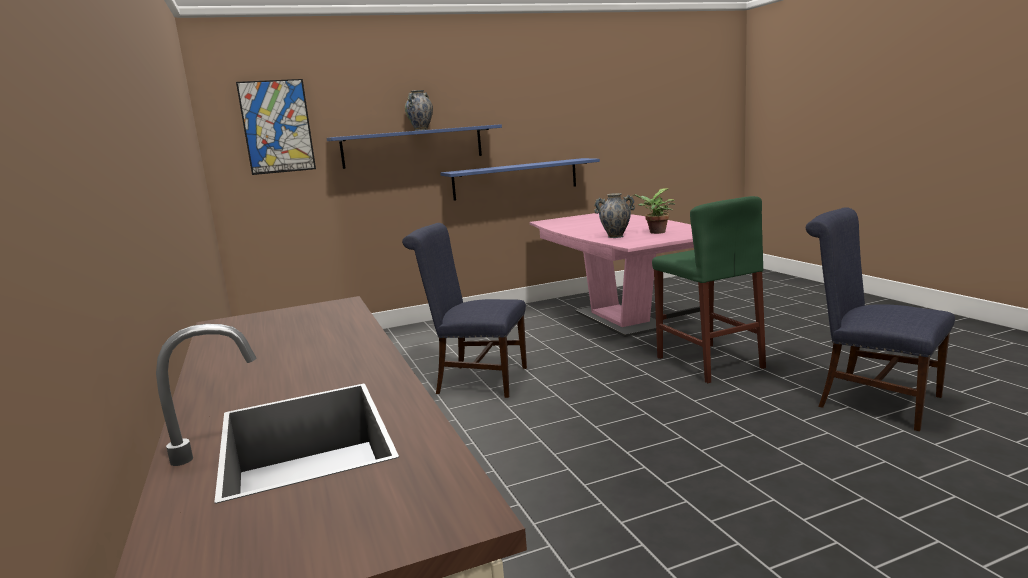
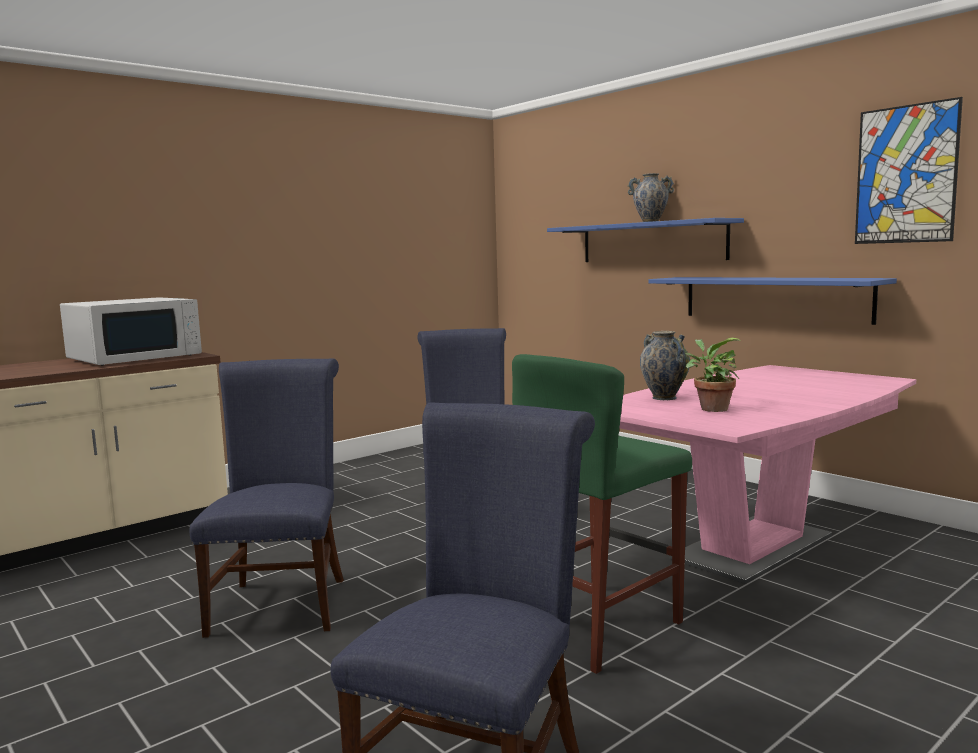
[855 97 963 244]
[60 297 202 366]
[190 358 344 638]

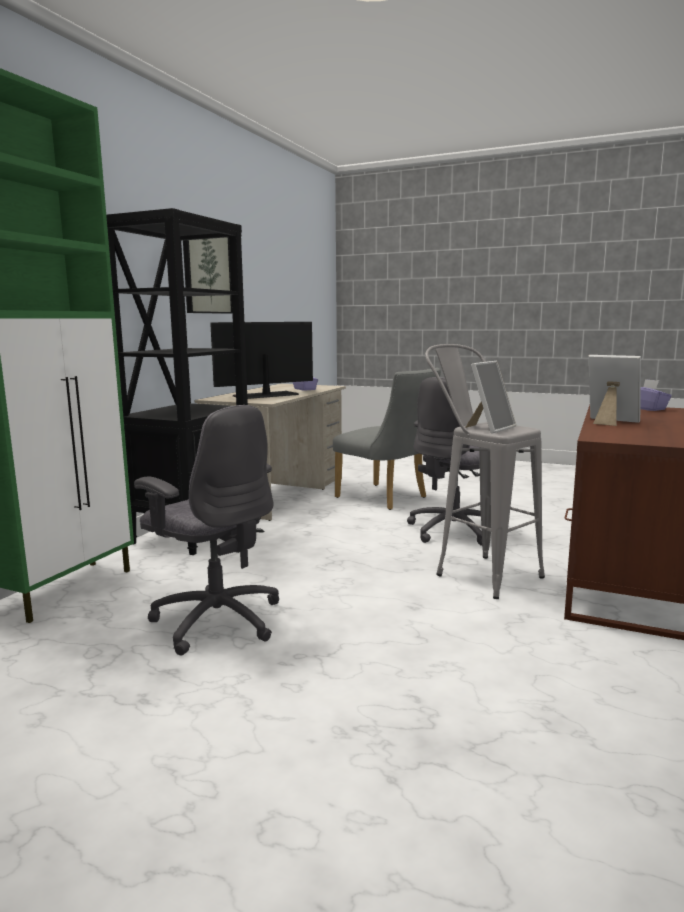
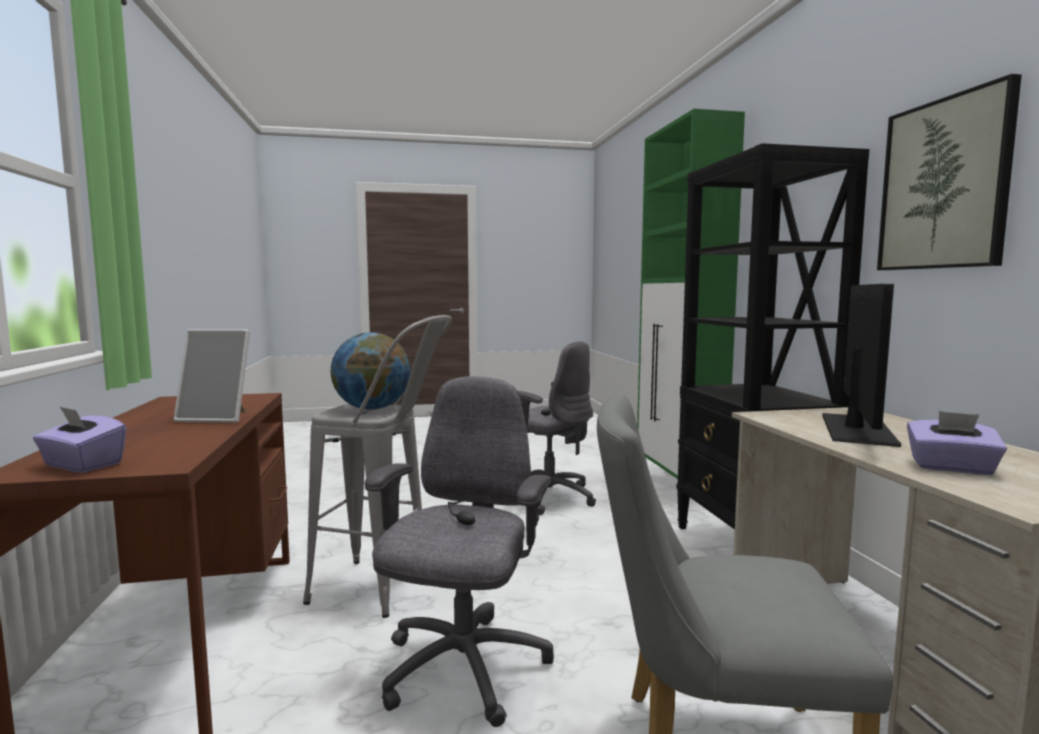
[518 341 596 515]
[330 332 410 410]

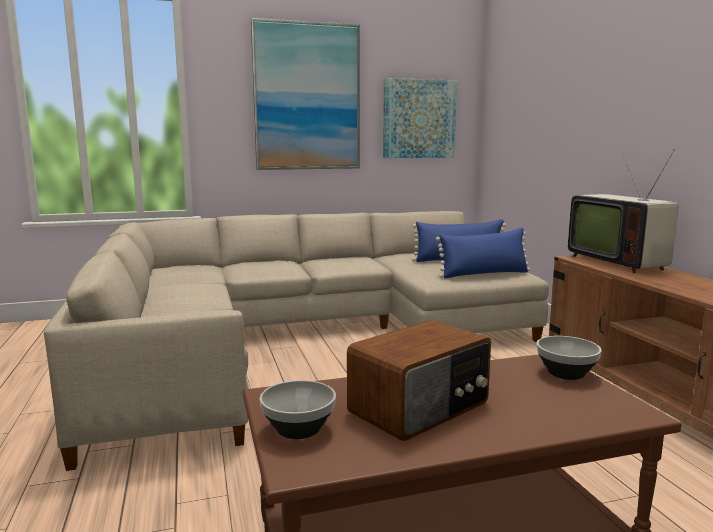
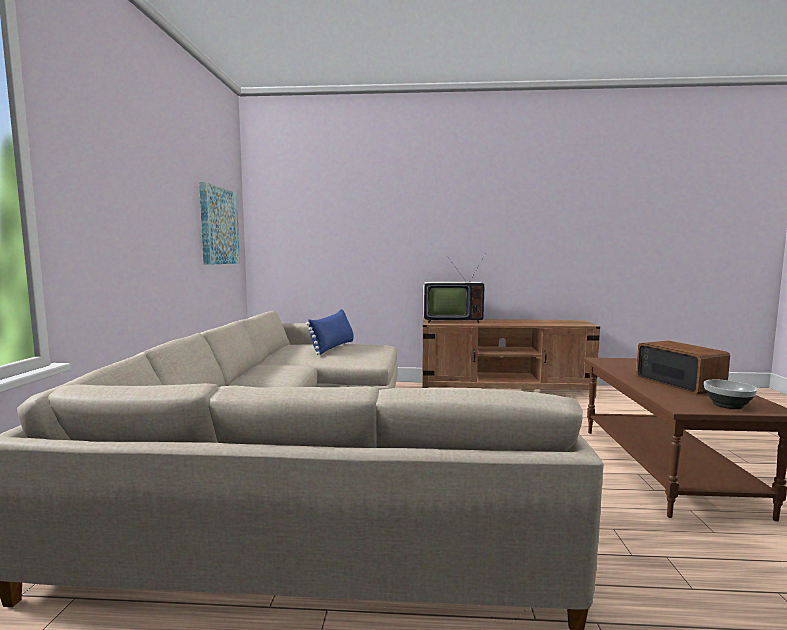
[251 18 360 170] (first image)
[436 228 530 278] (first image)
[537 336 602 380] (first image)

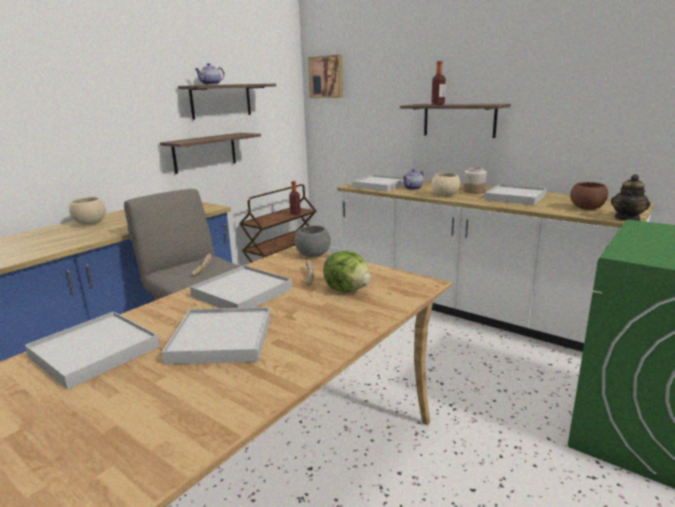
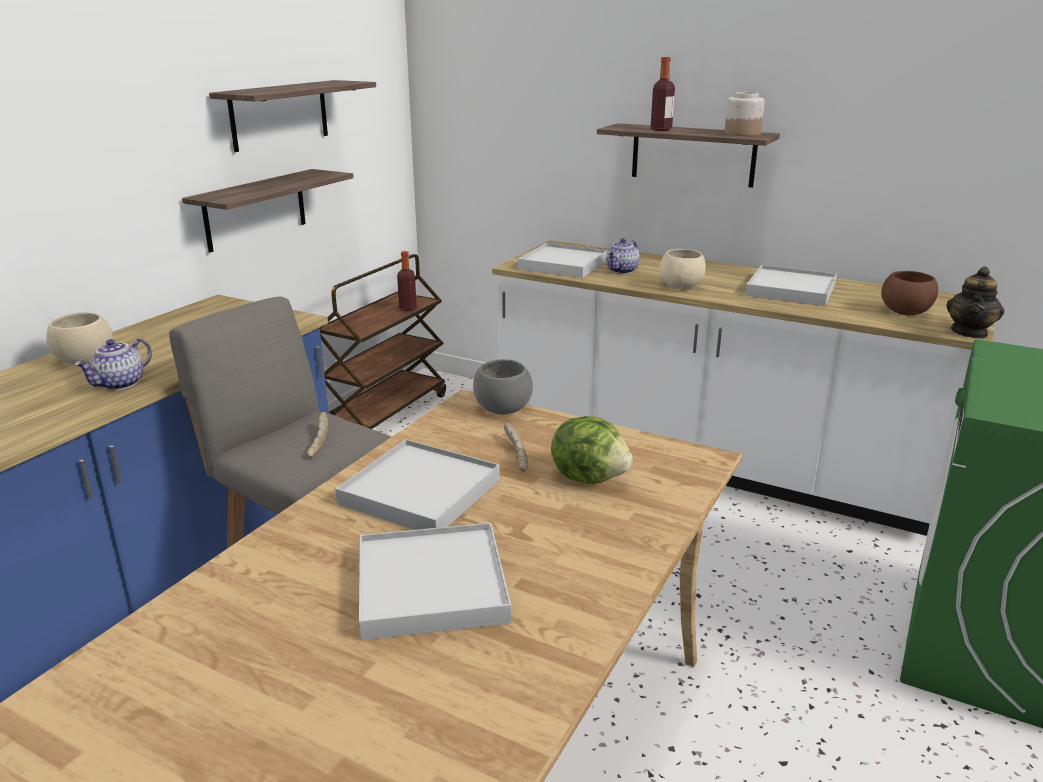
[25 311 160 389] (first image)
[74 338 152 390]
[308 55 343 98] (first image)
[725 92 765 136]

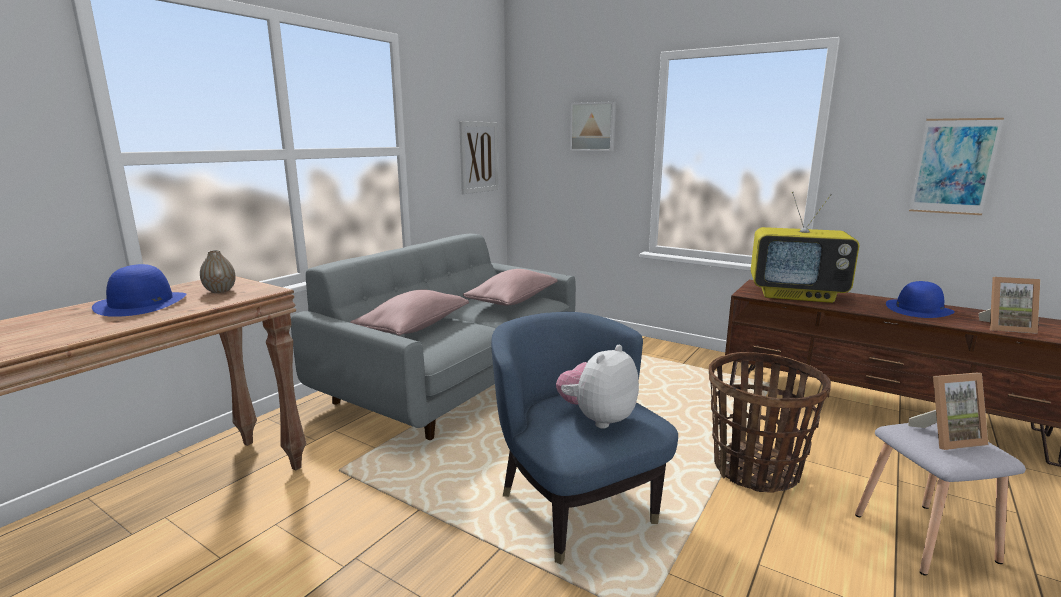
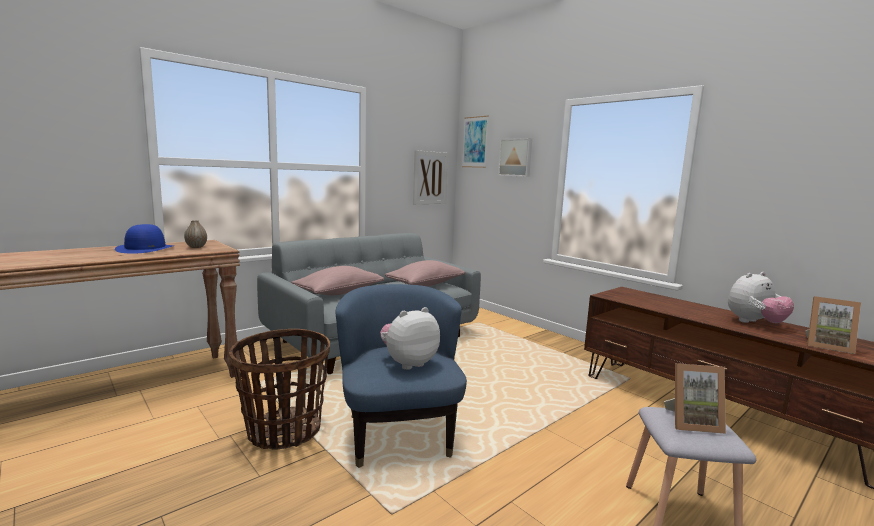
[229 329 330 450]
[751 192 859 303] (first image)
[728 272 794 324]
[462 116 489 168]

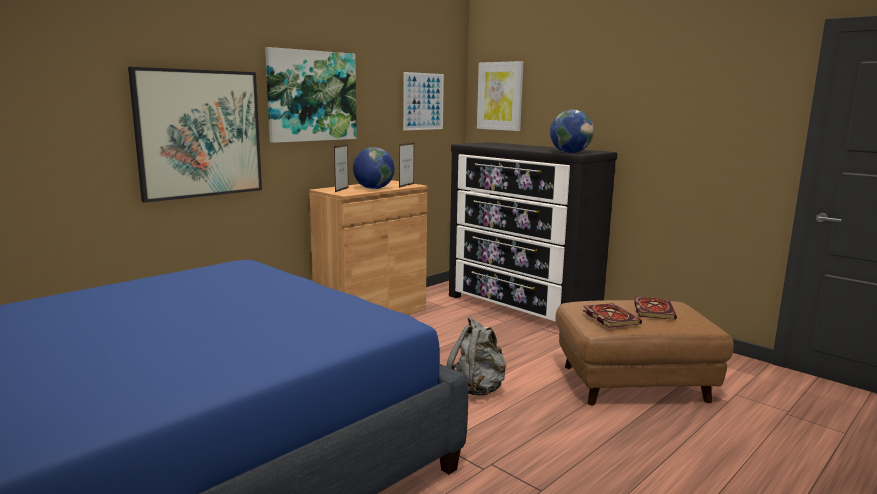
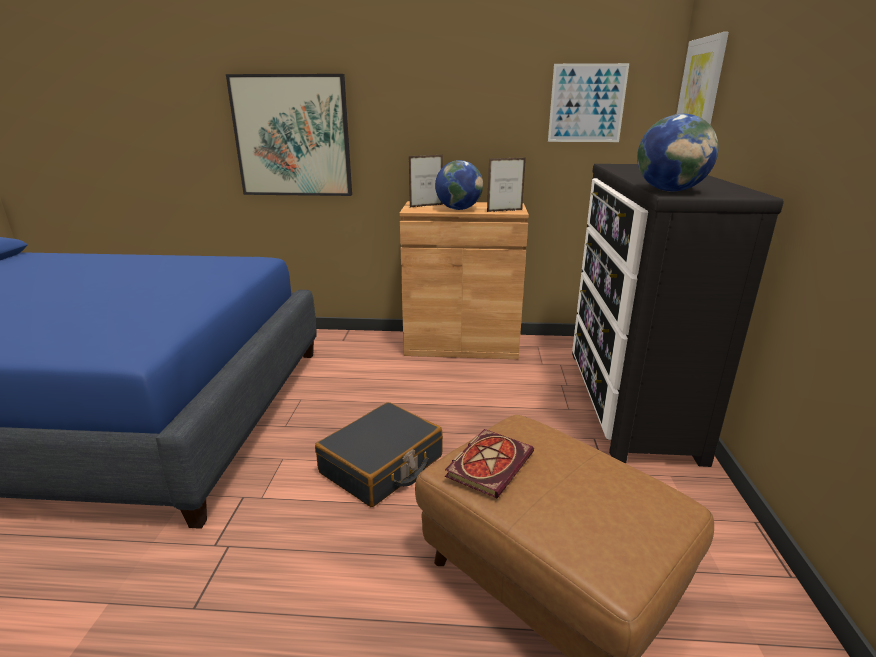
[265 47 357 143] (first image)
[315 402 443 507]
[634 297 677 320] (first image)

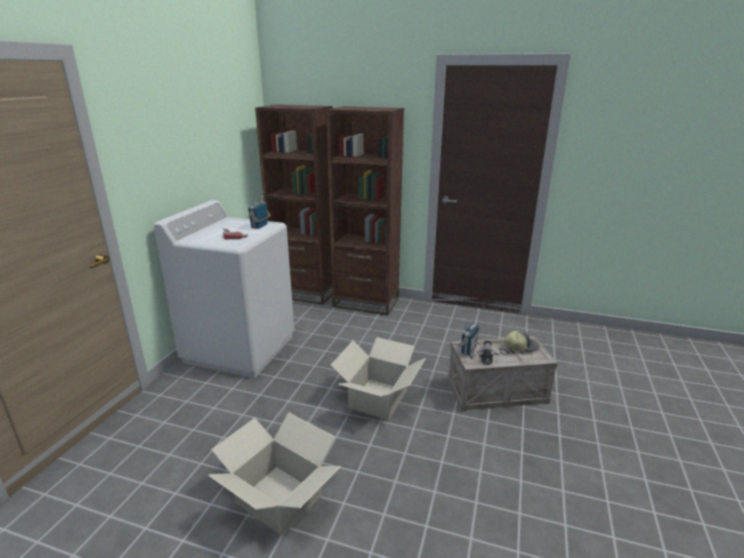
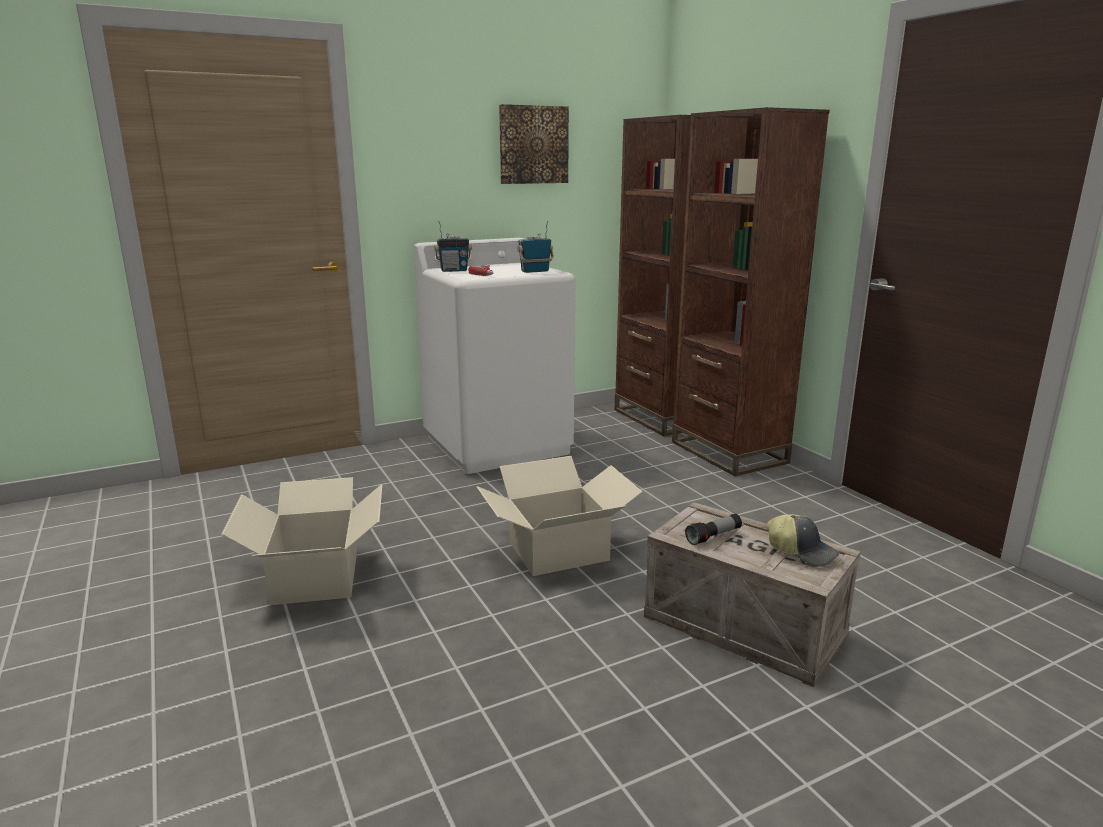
[435 221 472 272]
[499 104 569 184]

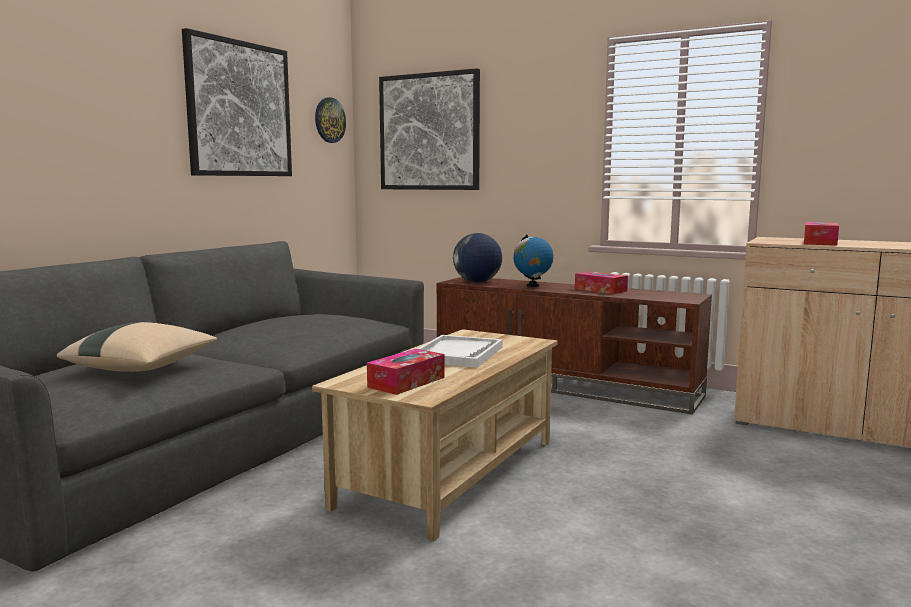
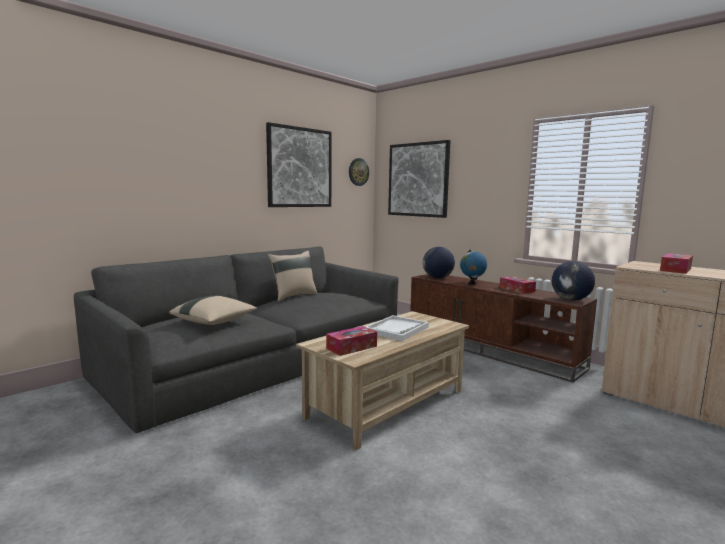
[268 251 317 301]
[551 261 595 301]

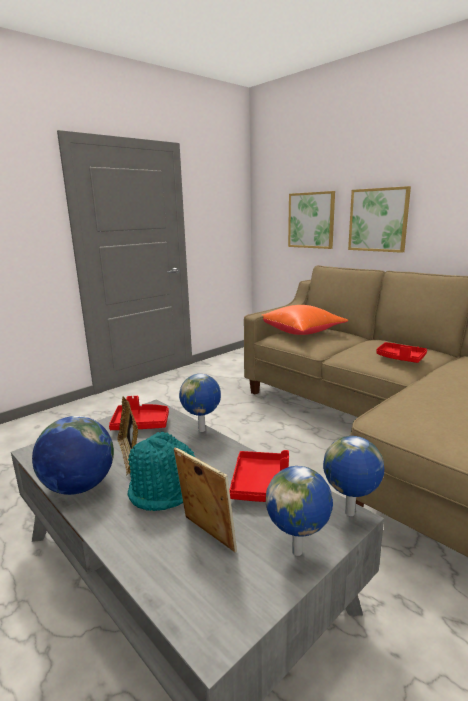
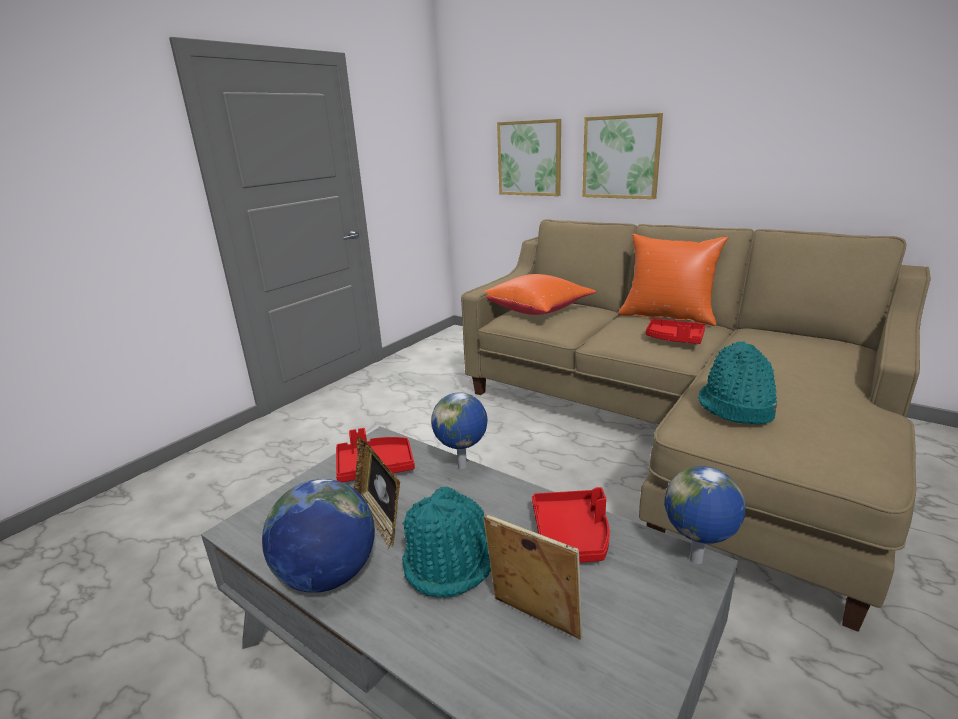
[266 466 333 556] (first image)
[618 234 728 326]
[698 341 777 424]

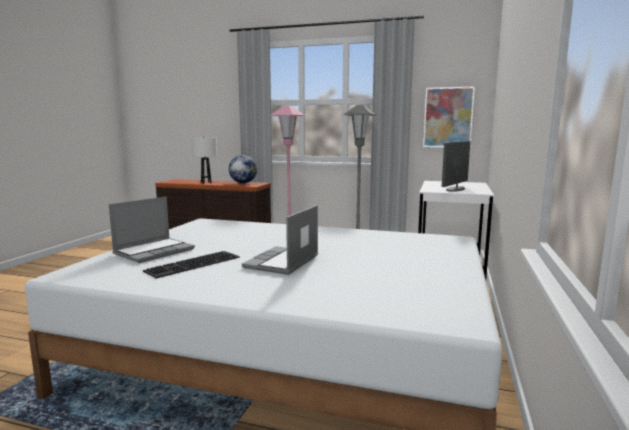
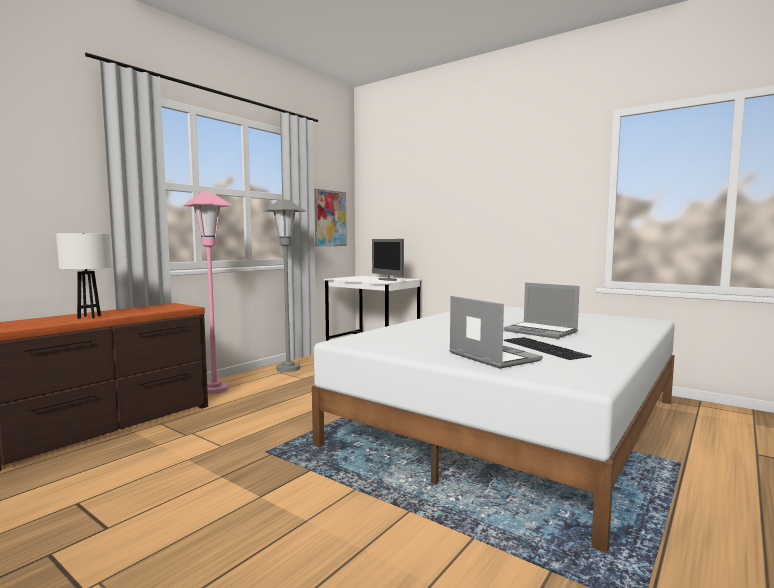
[229 155 257 183] (first image)

